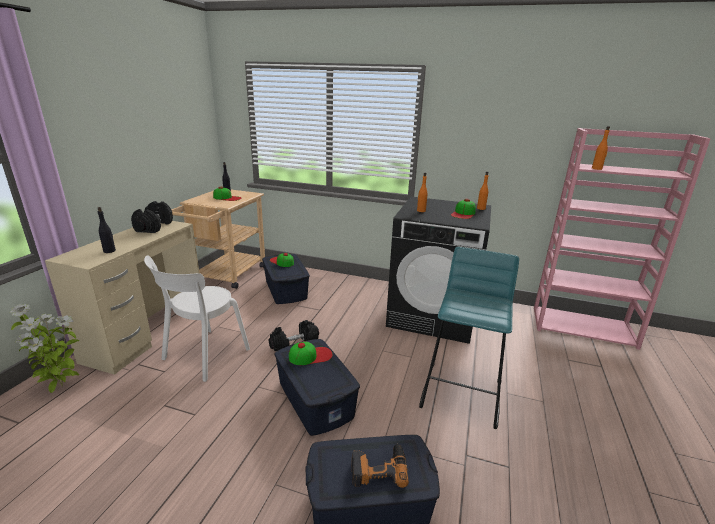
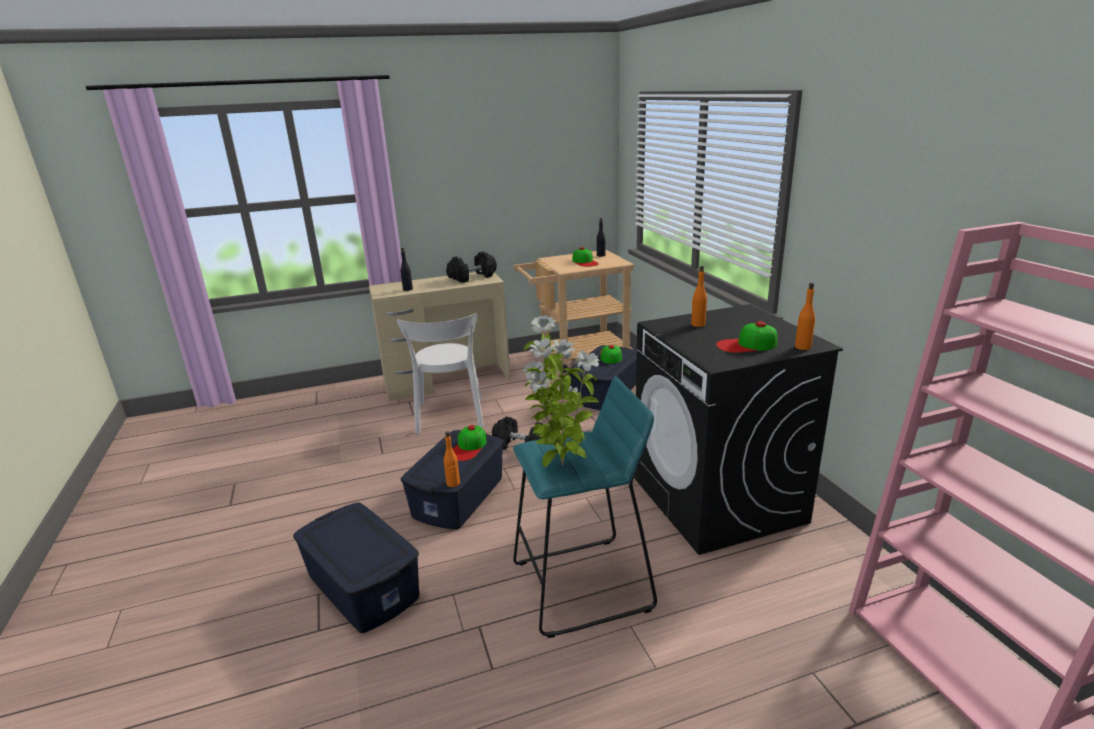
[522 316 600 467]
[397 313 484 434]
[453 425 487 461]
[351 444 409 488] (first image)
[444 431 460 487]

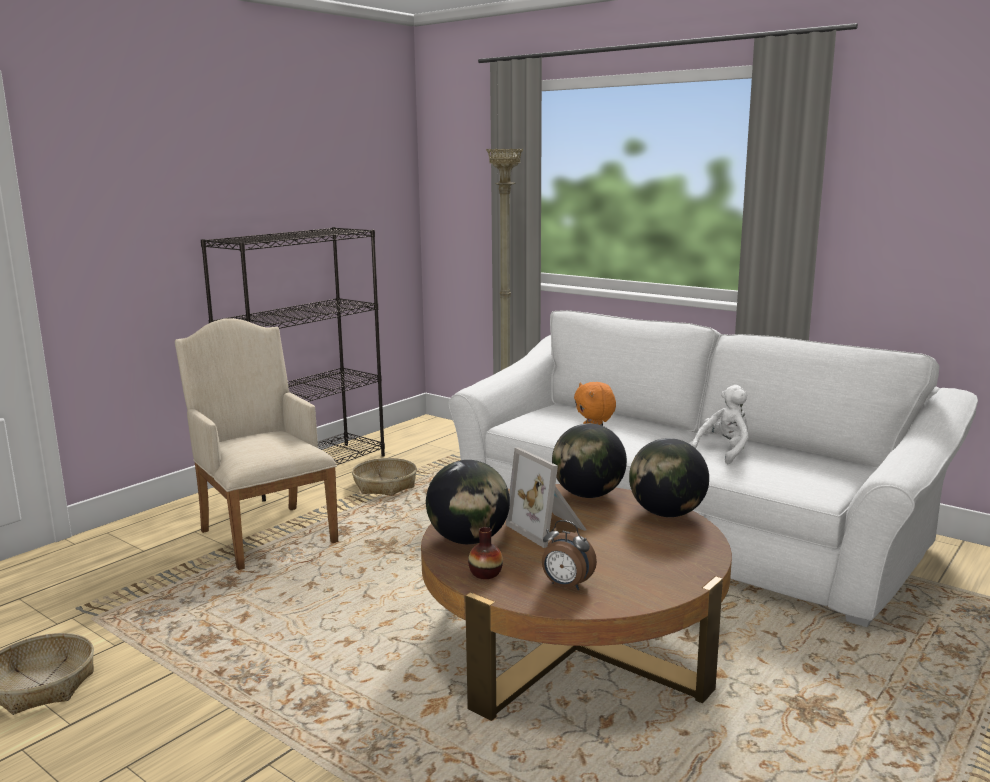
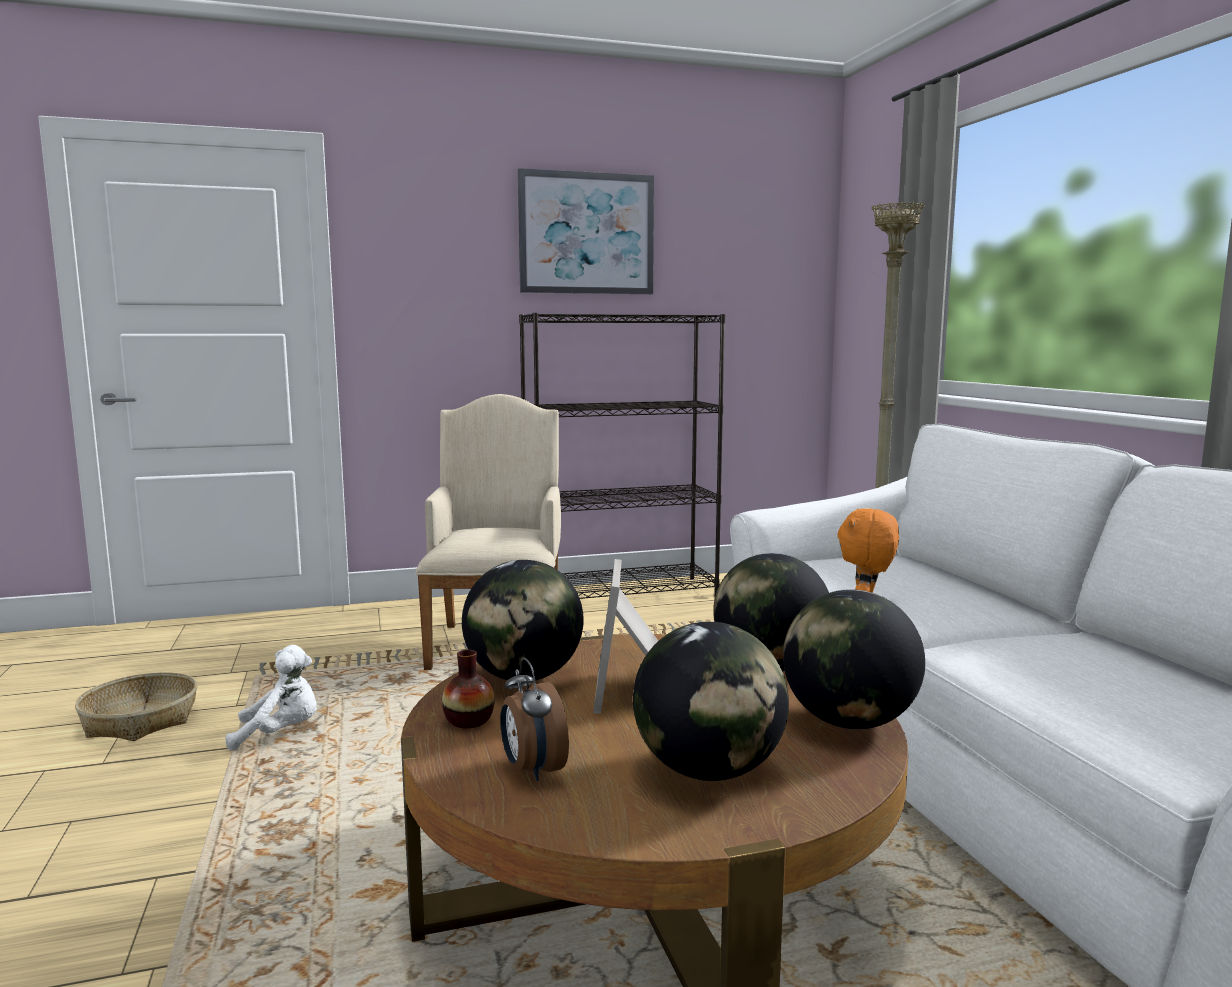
[352 458 417 496] (first image)
[225 645 317 751]
[518 168 654 294]
[633 622 789 781]

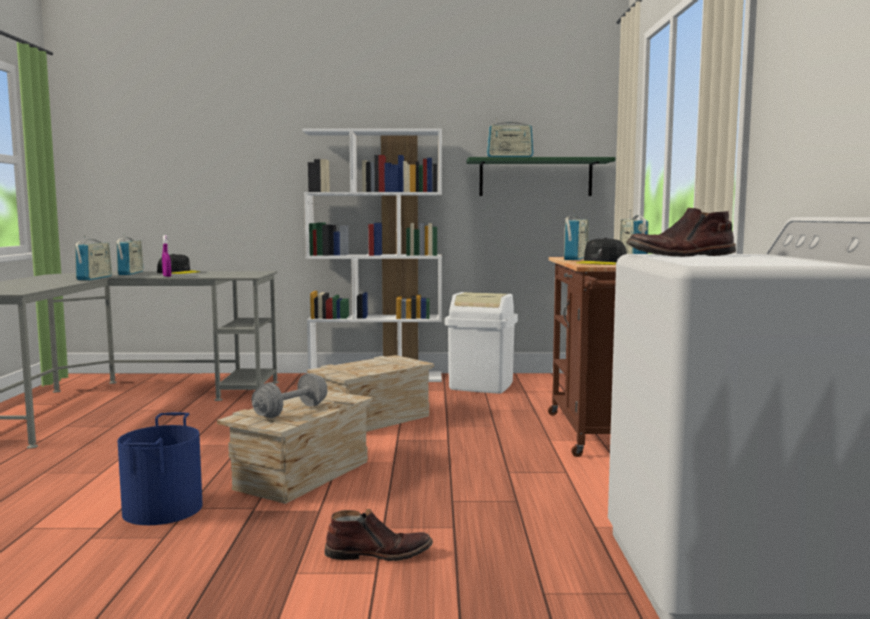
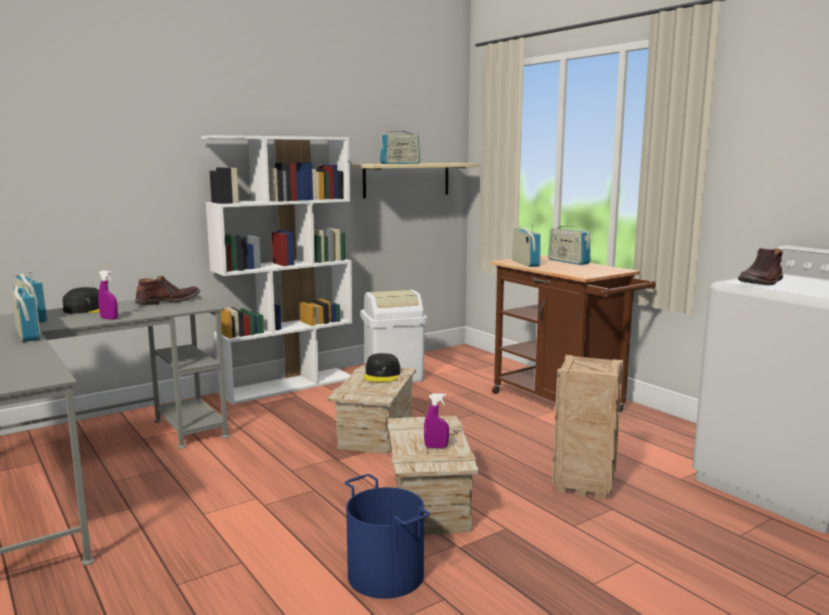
[424 393 449 448]
[135 276 200 305]
[352 163 479 198]
[363 353 400 382]
[552 355 623 500]

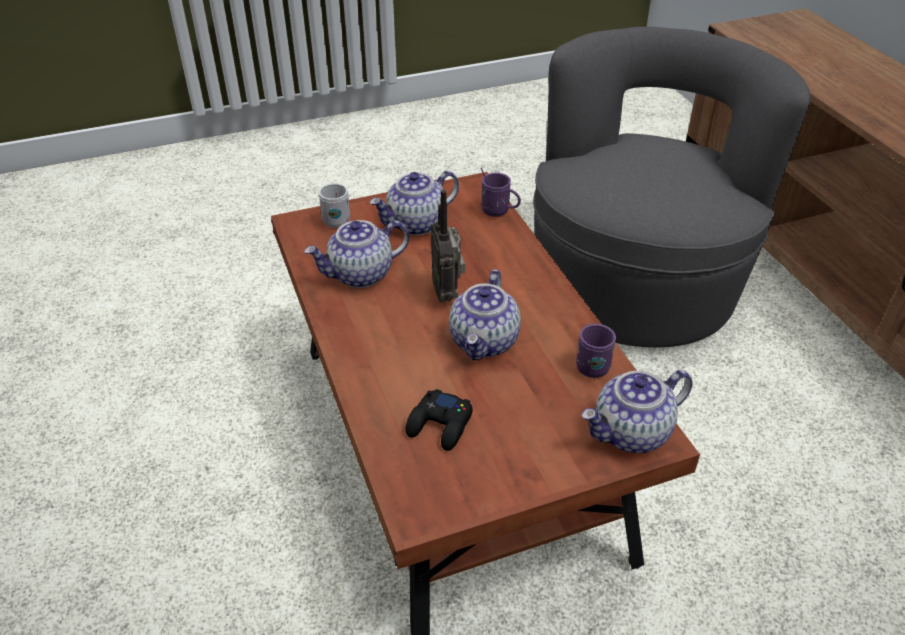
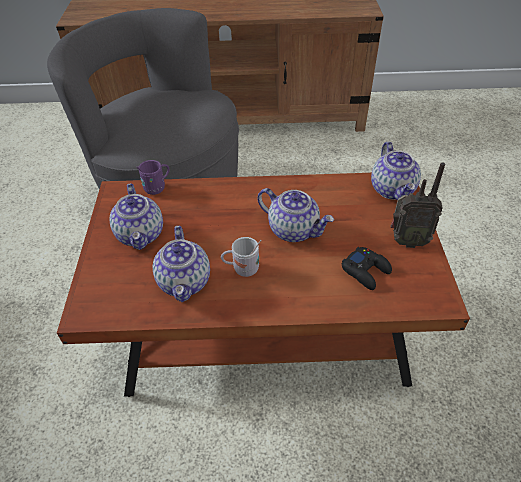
[221 237 262 277]
[390 163 445 248]
[576 324 616 378] (first image)

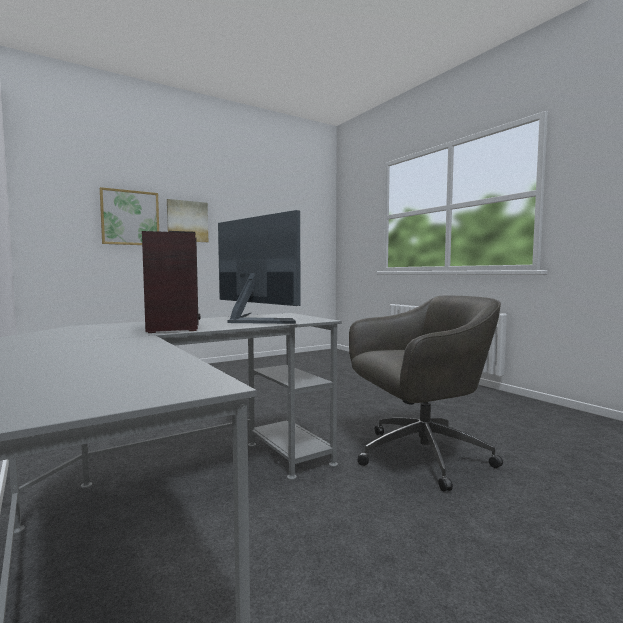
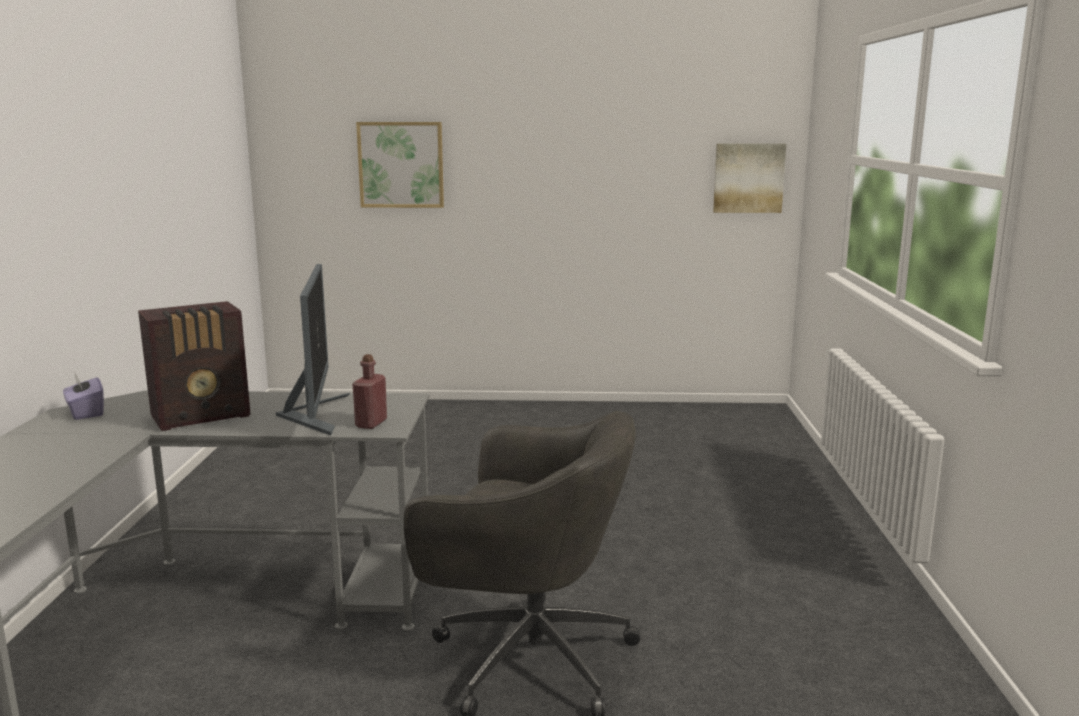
[138 301 250 431]
[713 143 786 213]
[63 371 104 420]
[353 354 387 429]

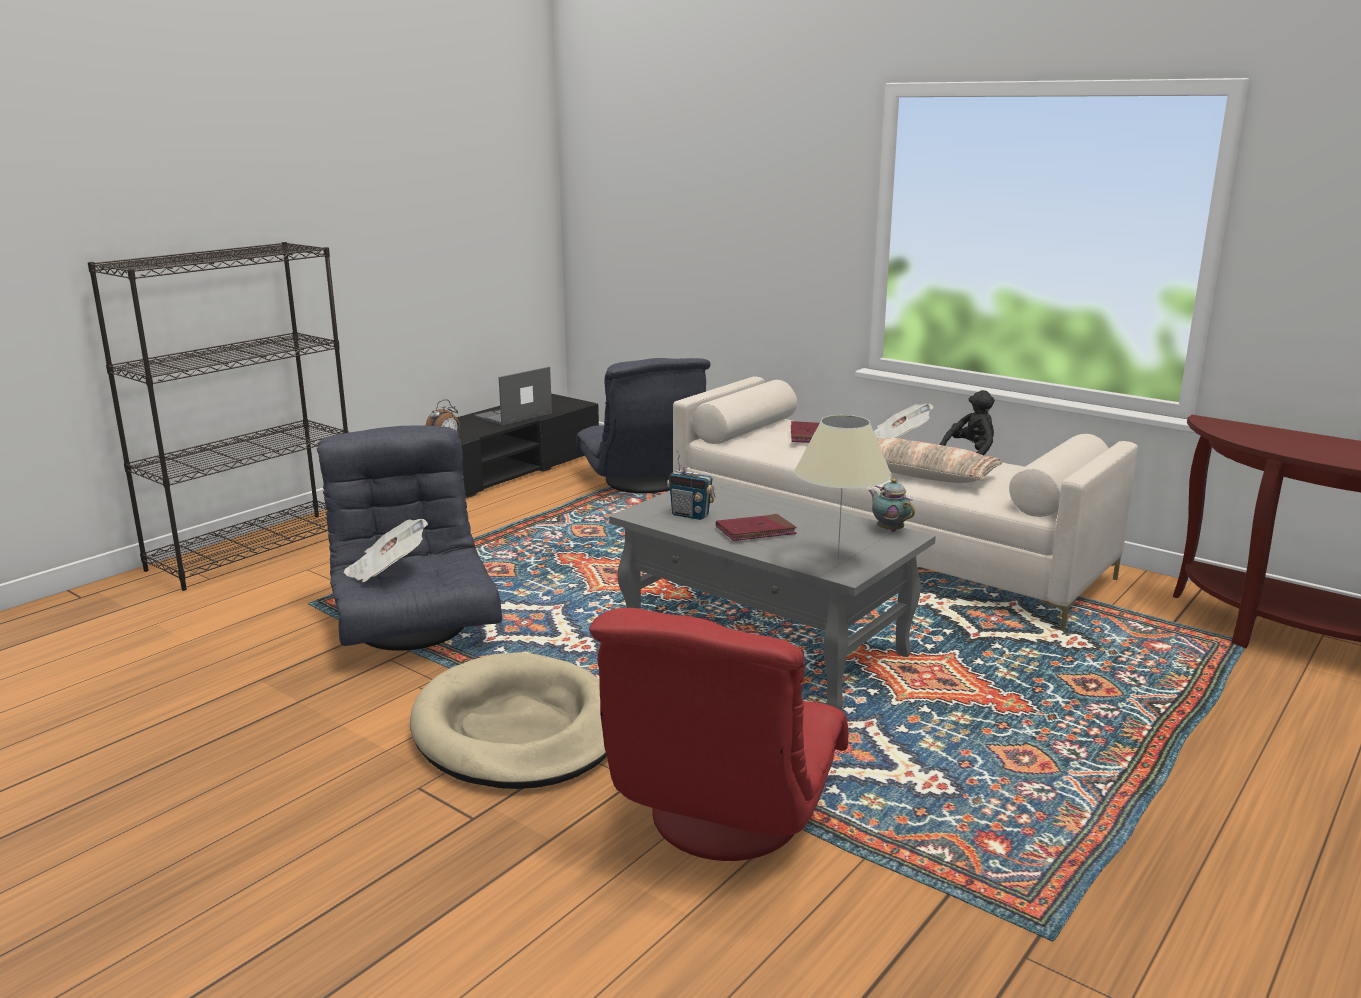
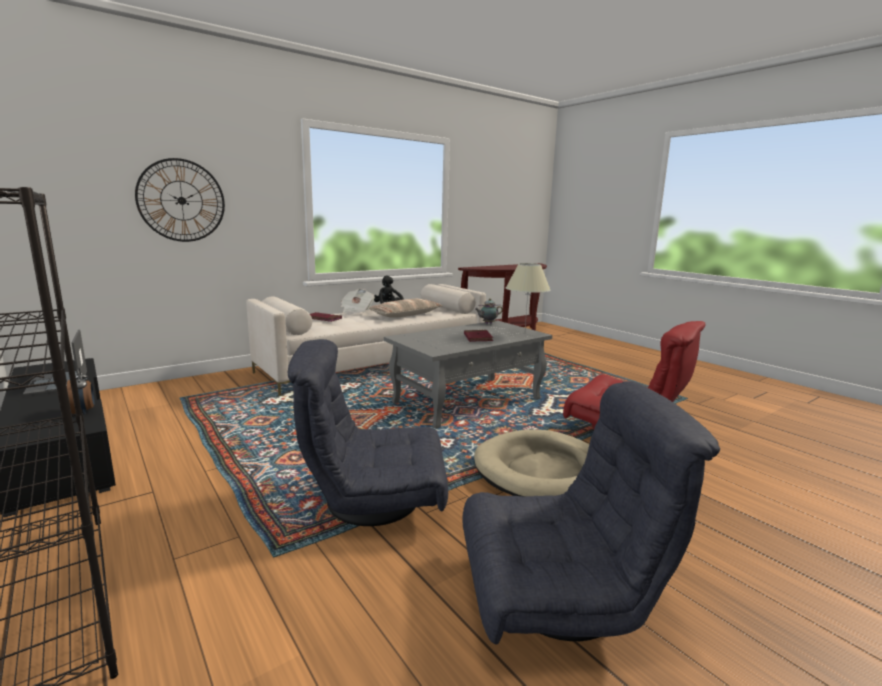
[344 519 428 582] (first image)
[462 381 720 645]
[667 449 716 520] (first image)
[135 158 225 242]

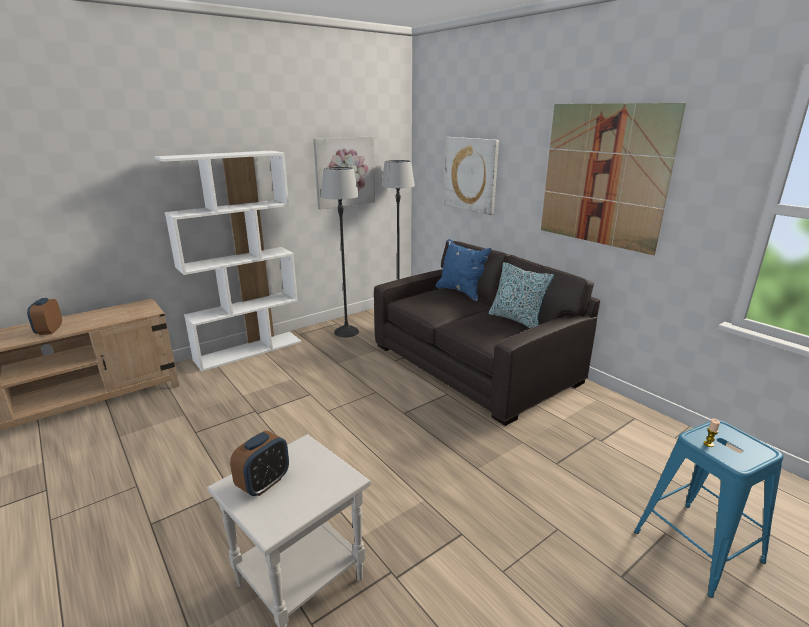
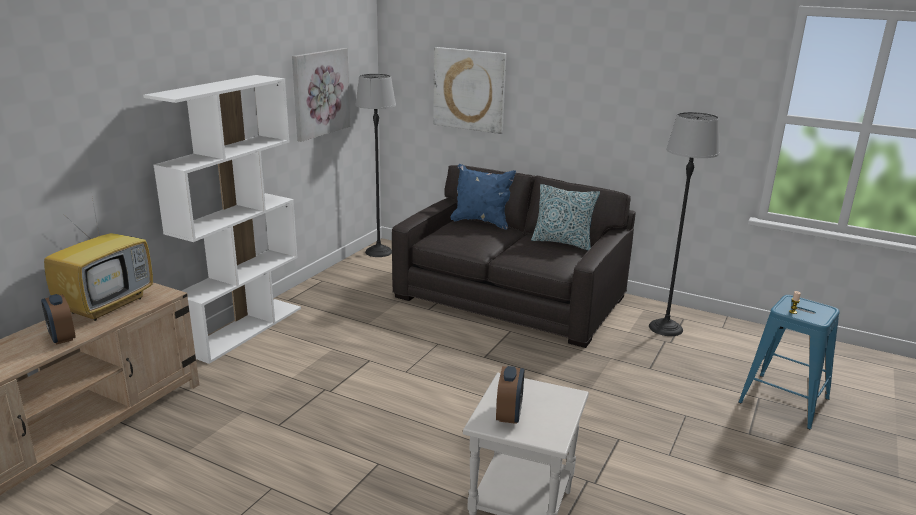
[649 112 719 336]
[541 103 686 255] (first image)
[44 198 153 321]

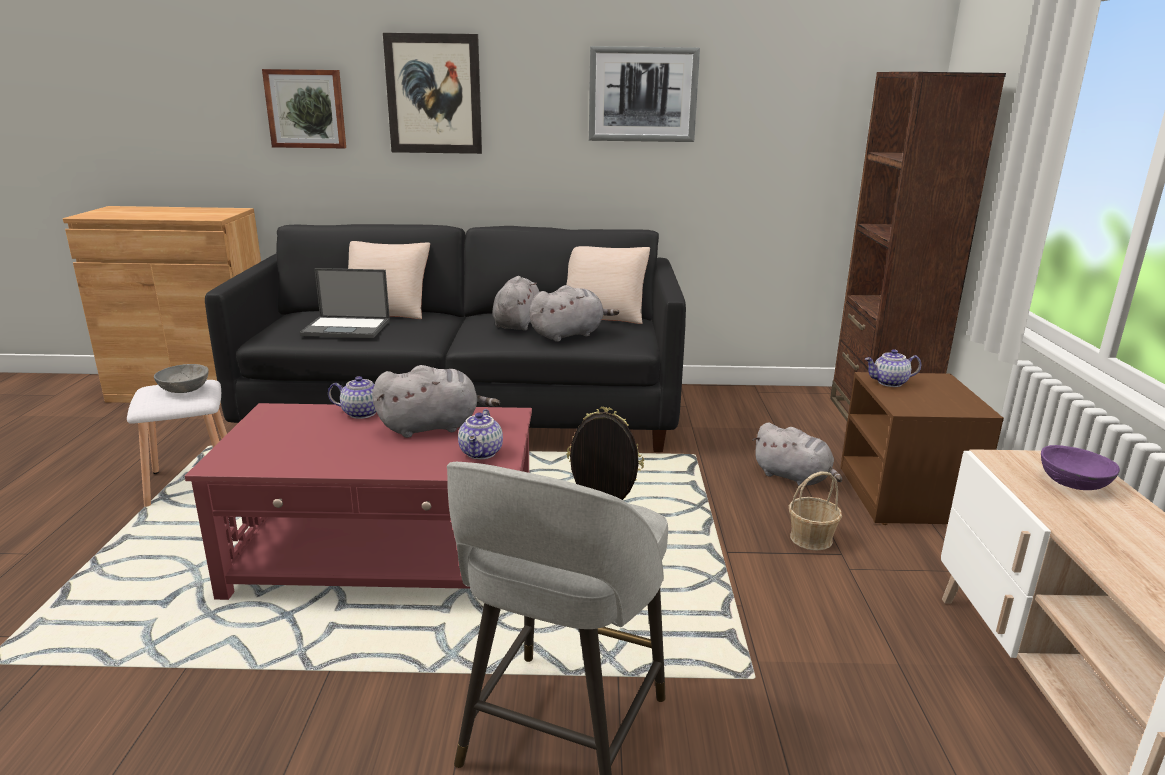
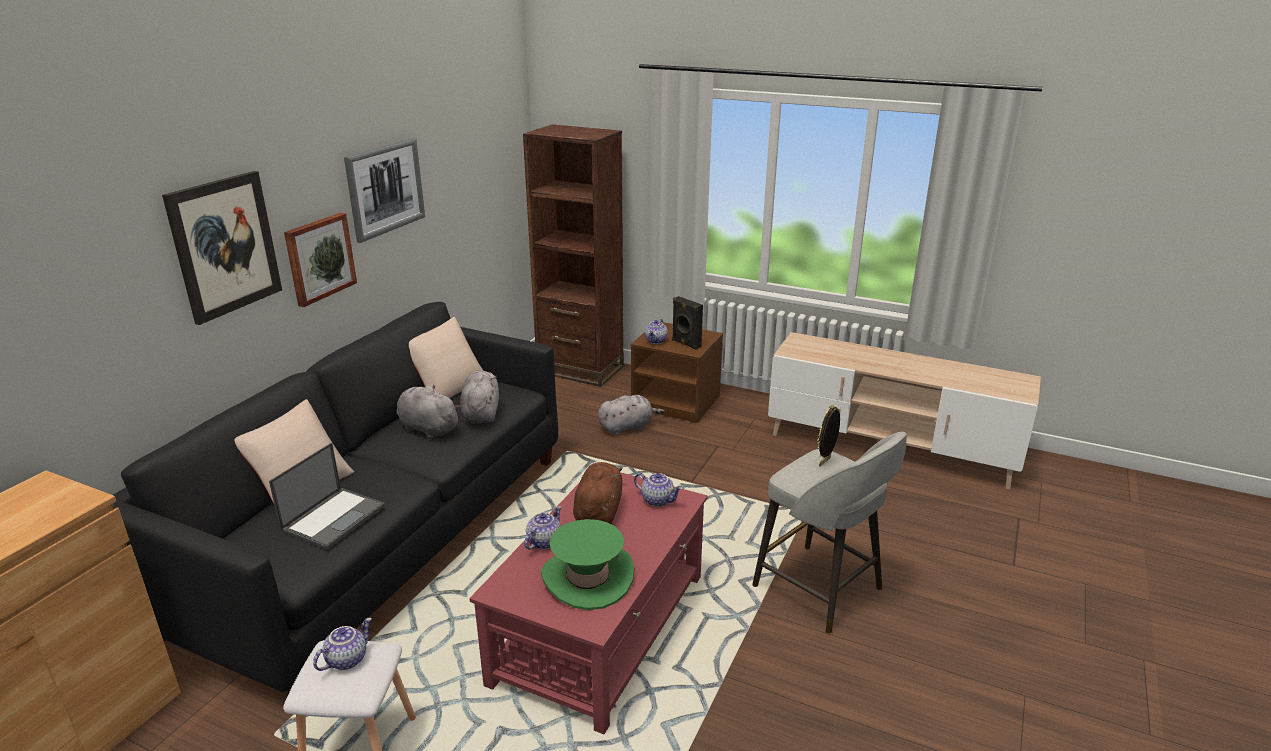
[313 618 372 671]
[284 213 357 307]
[573 462 623 525]
[789 471 842 551] (first image)
[1041 445 1120 490] (first image)
[541 519 634 610]
[672 296 703 350]

